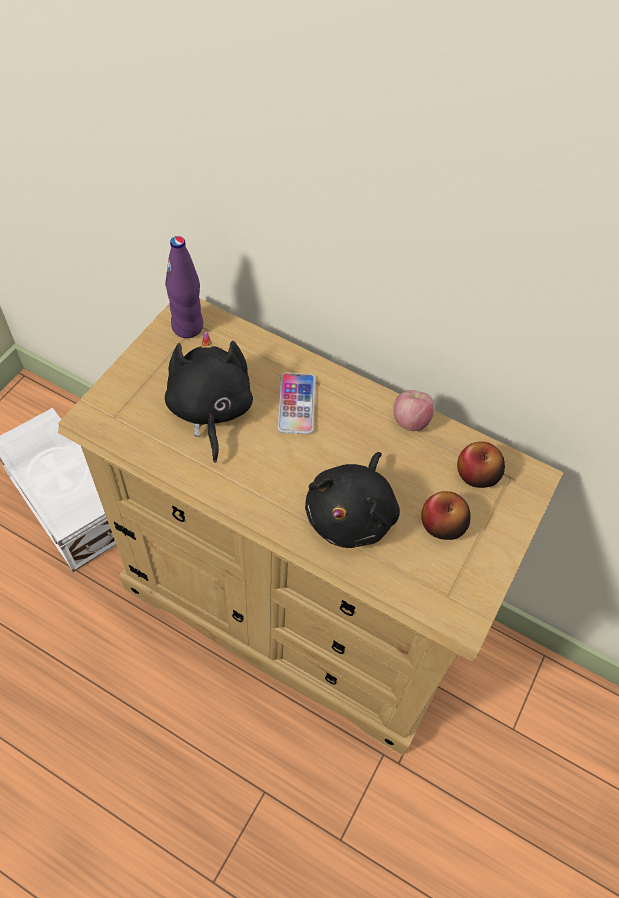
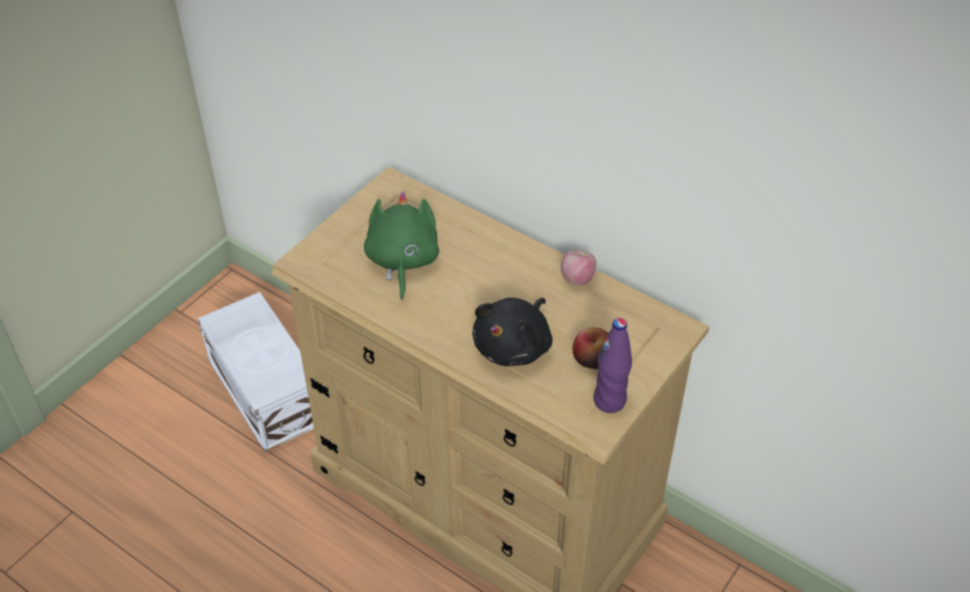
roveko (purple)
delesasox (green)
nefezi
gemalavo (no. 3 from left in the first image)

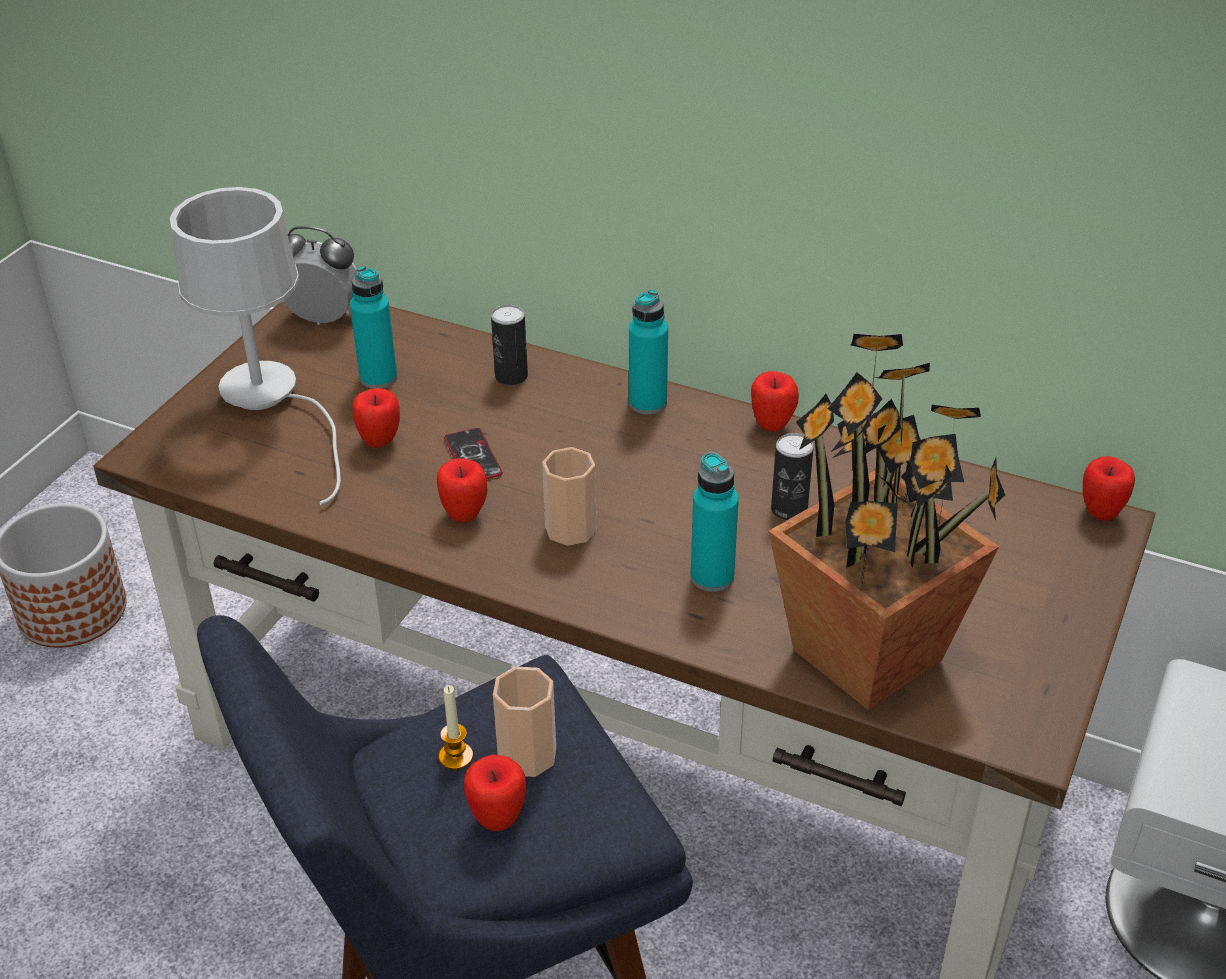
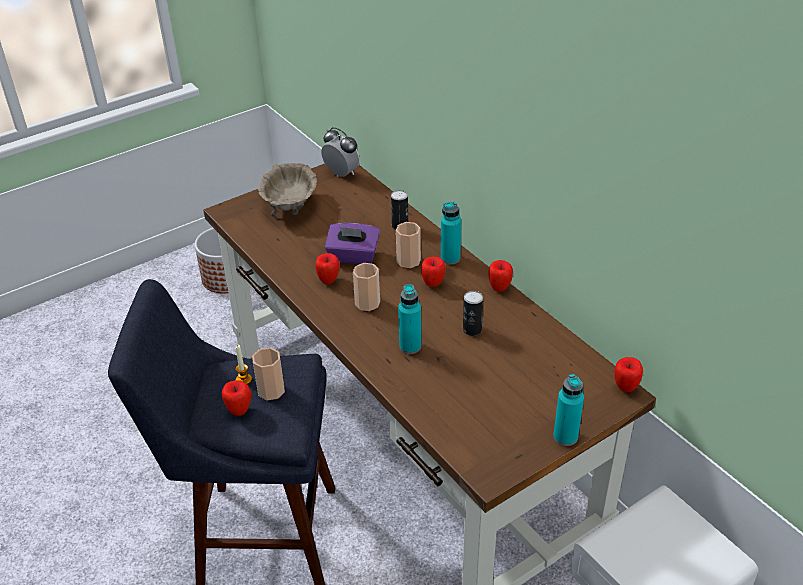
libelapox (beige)
roveko (turquoise) (no. 3 from left)
gemalavo (no. 3 from left)
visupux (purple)
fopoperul
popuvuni (no. 3 from left)

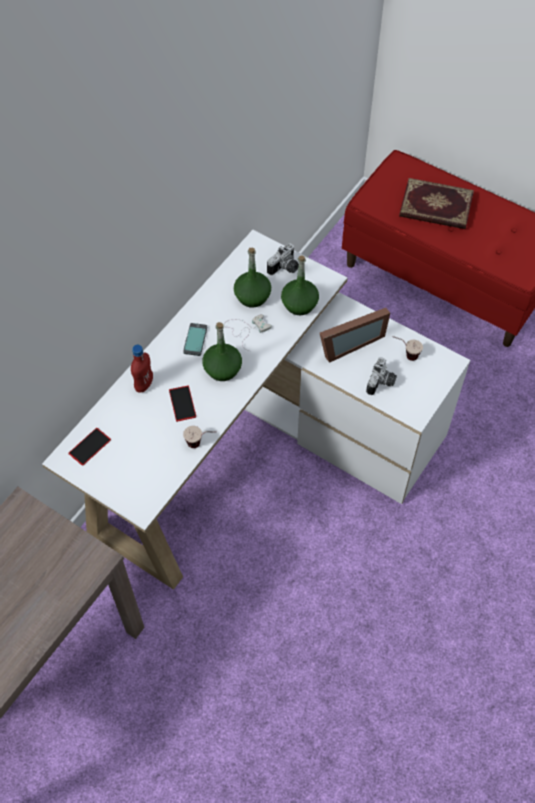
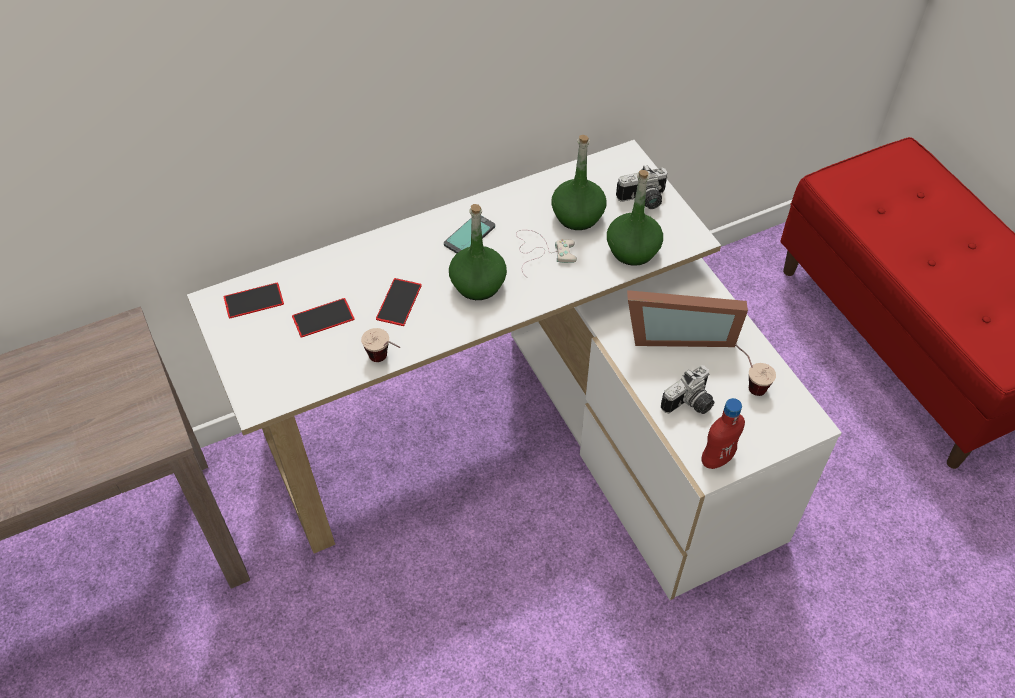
roveko (red)
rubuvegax
nefezi (no. 2 from left)

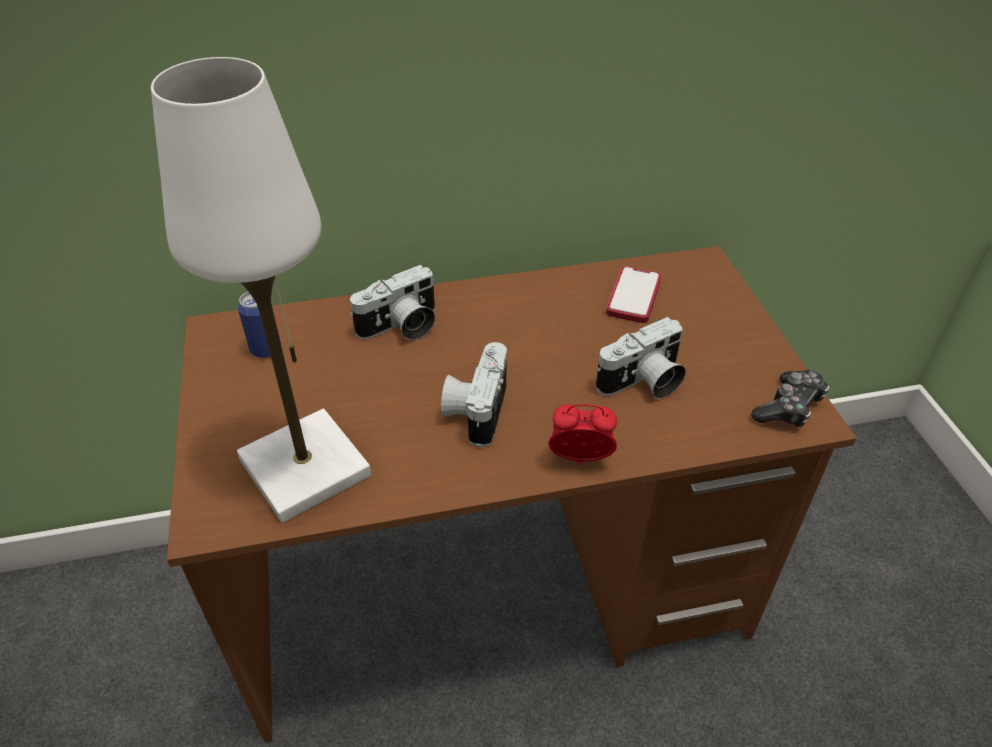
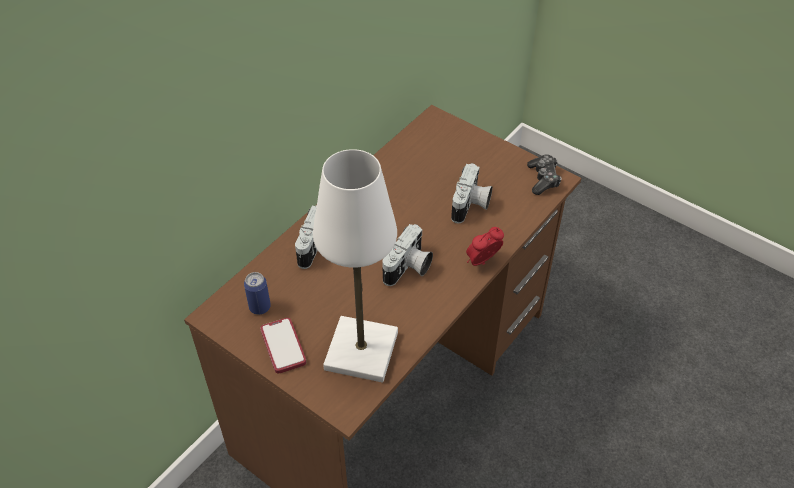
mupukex (no. 2 from left)
nefezi

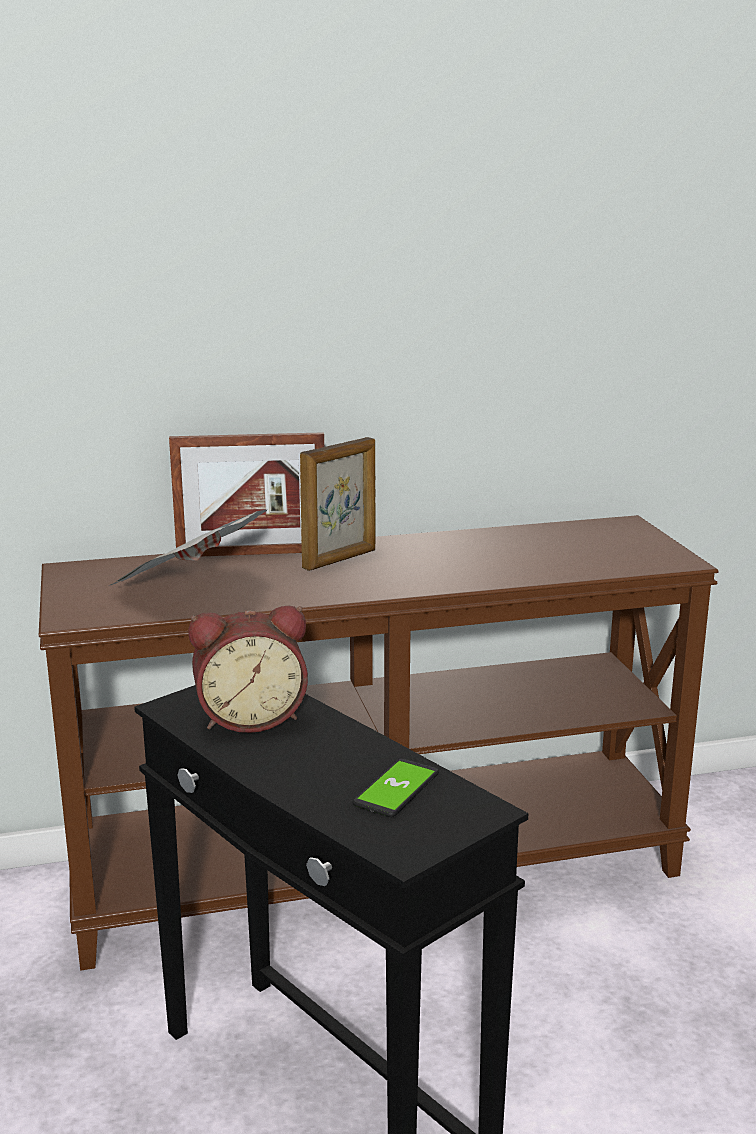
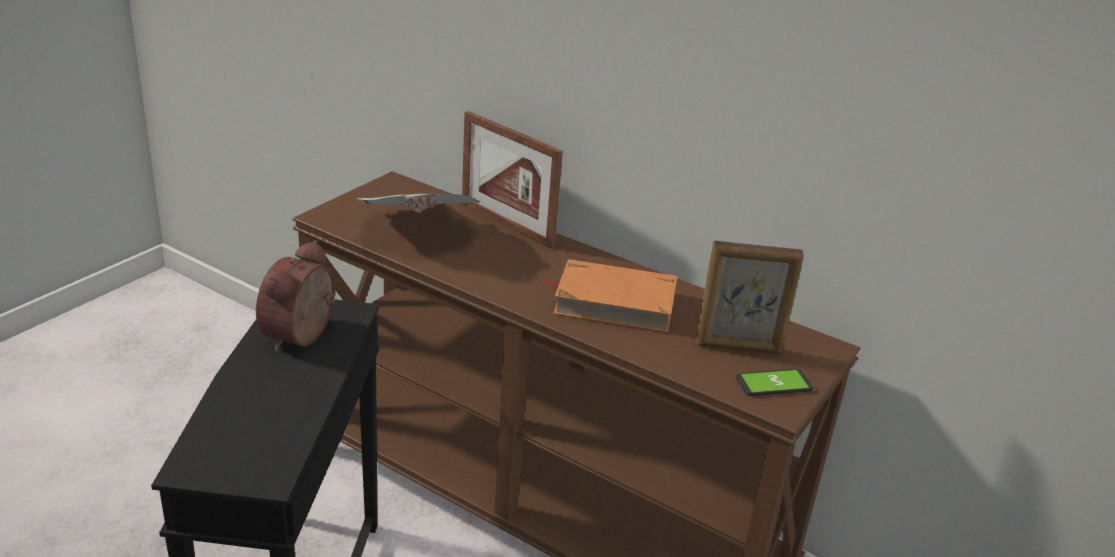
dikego
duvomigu (no. 2 from left)
nefezi
rubuvegax (orange)

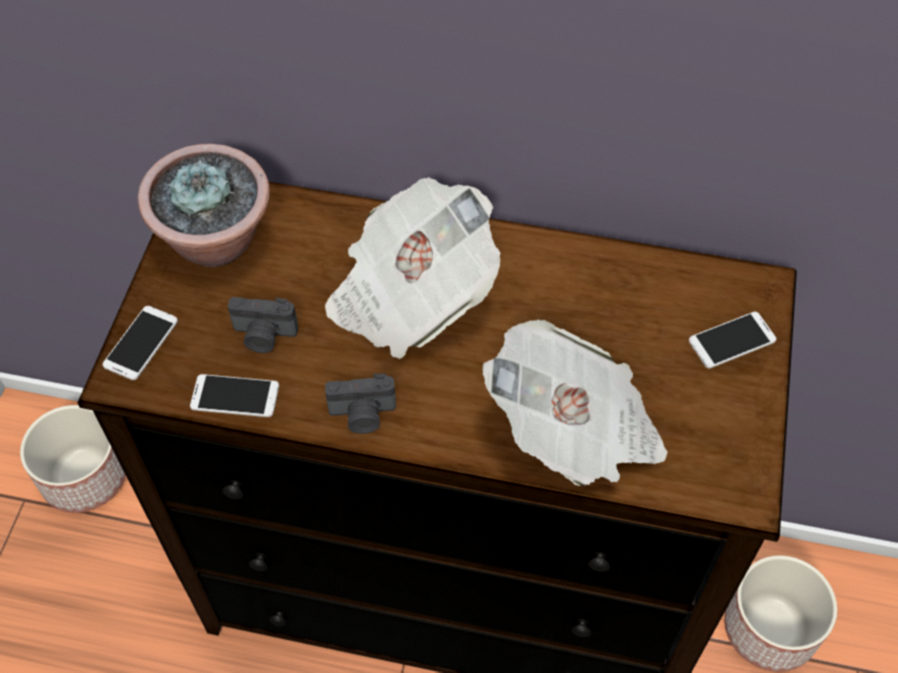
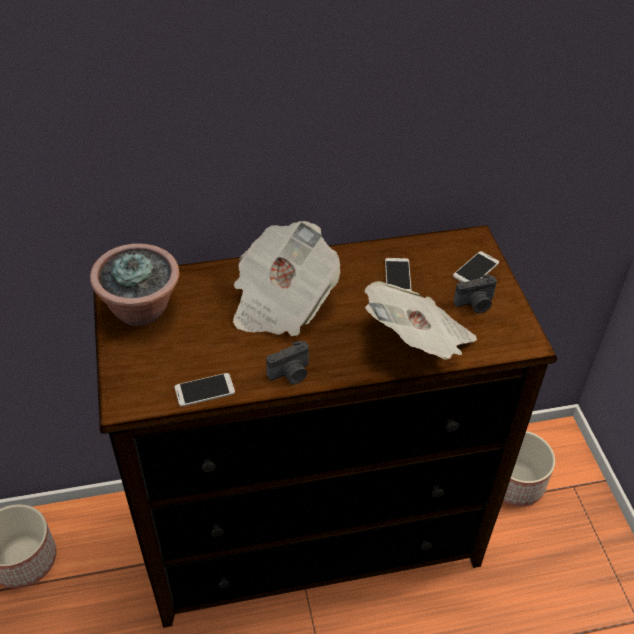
nefezi (no. 2 from left)
mupukex (no. 2 from left)

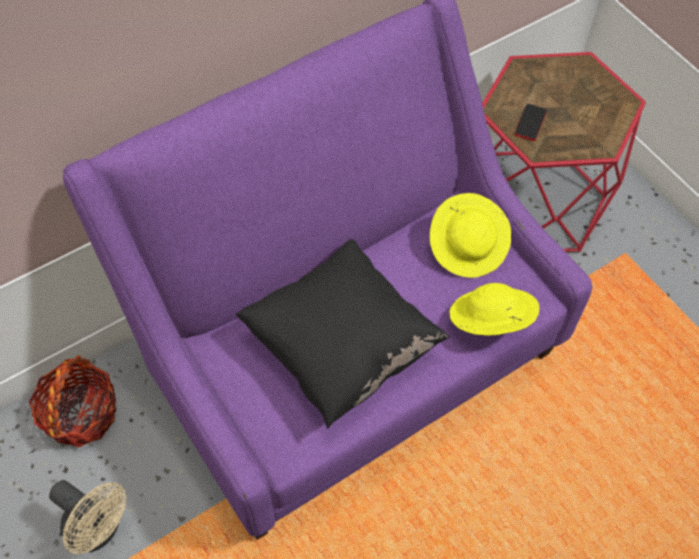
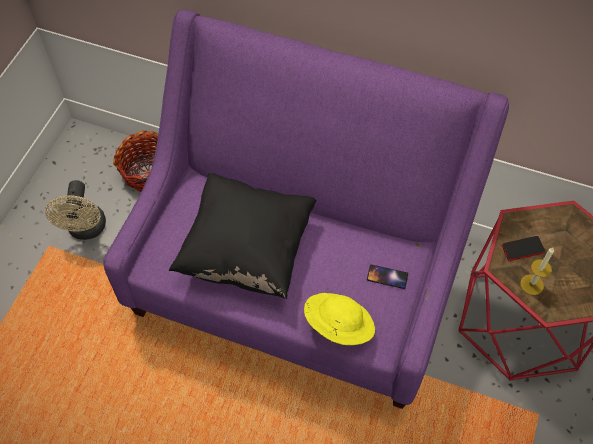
nefezi (no. 1 from left)
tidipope

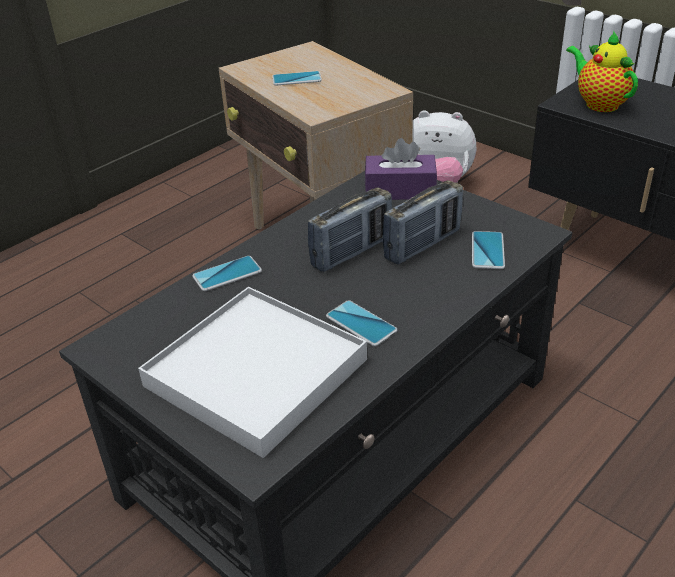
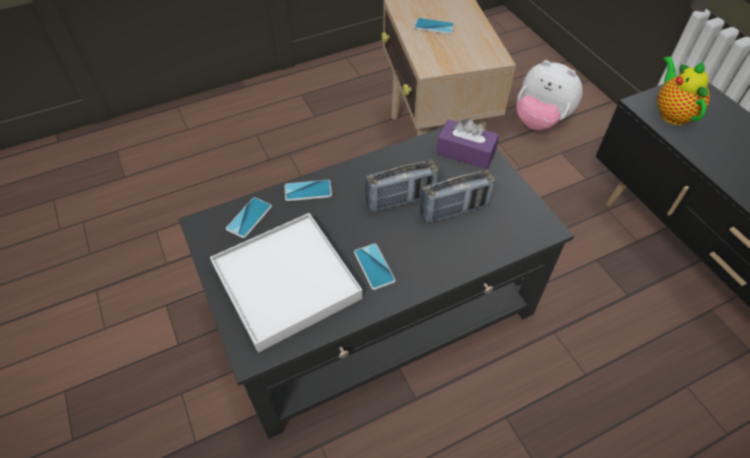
nefezi (no. 1 from left)

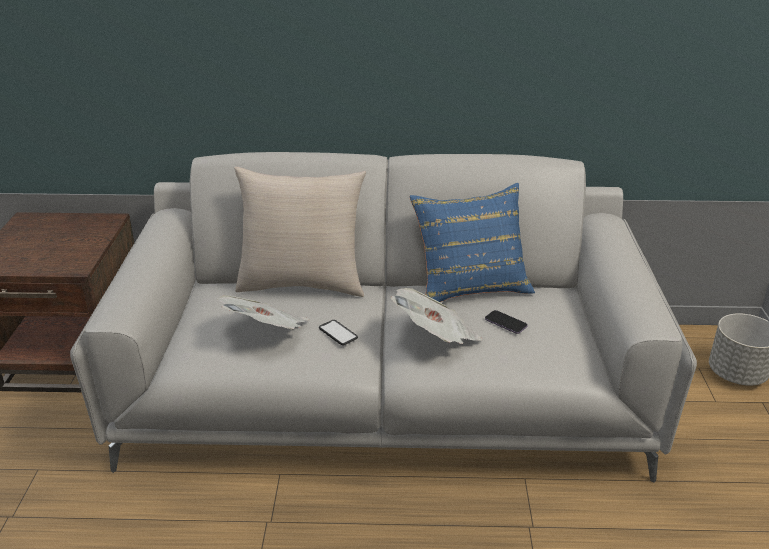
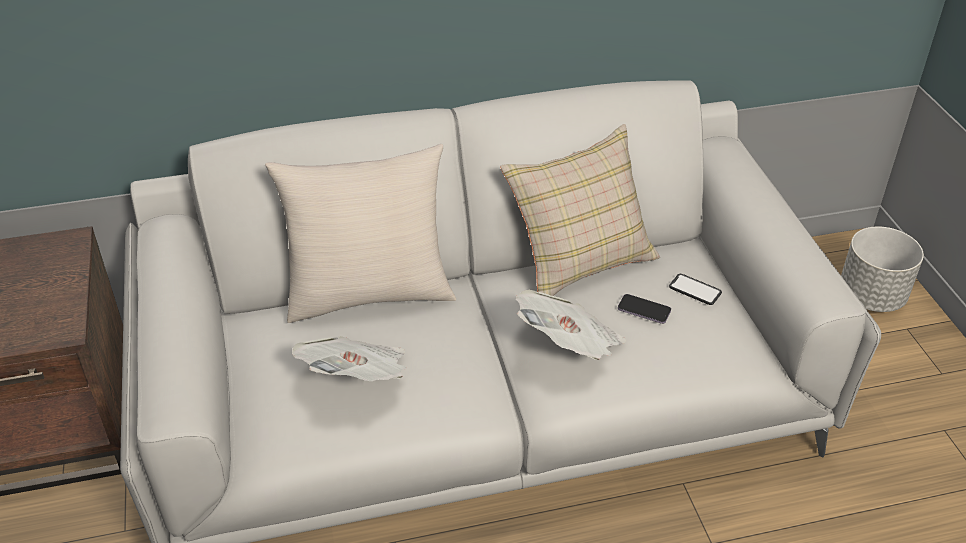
nefezi (no. 2 from left)
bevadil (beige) (no. 2 from left)

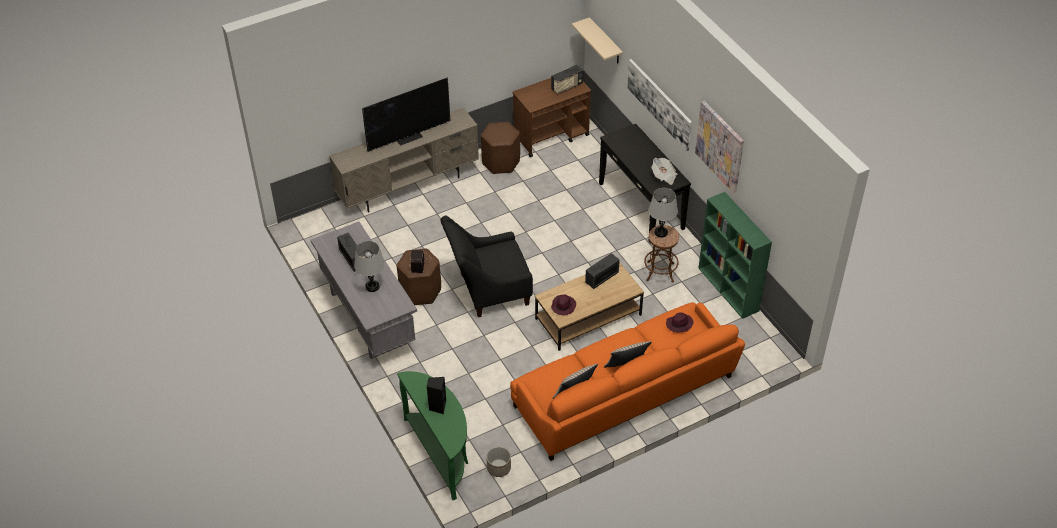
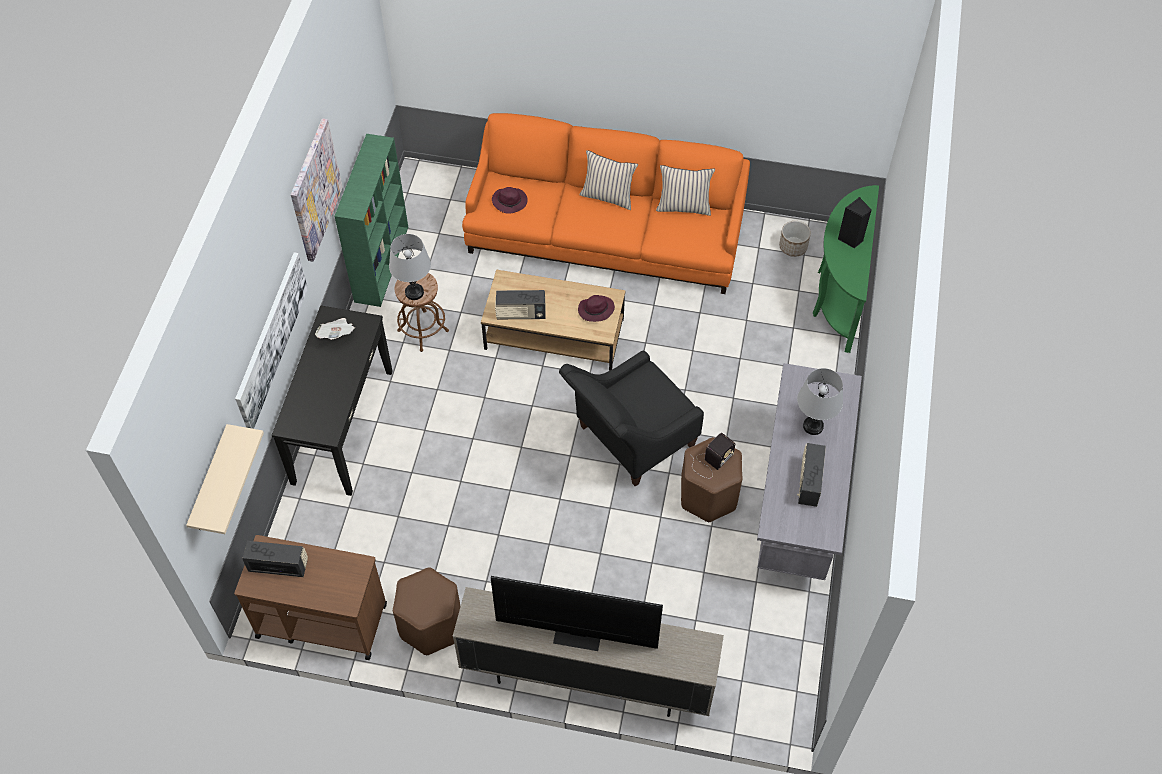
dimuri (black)

